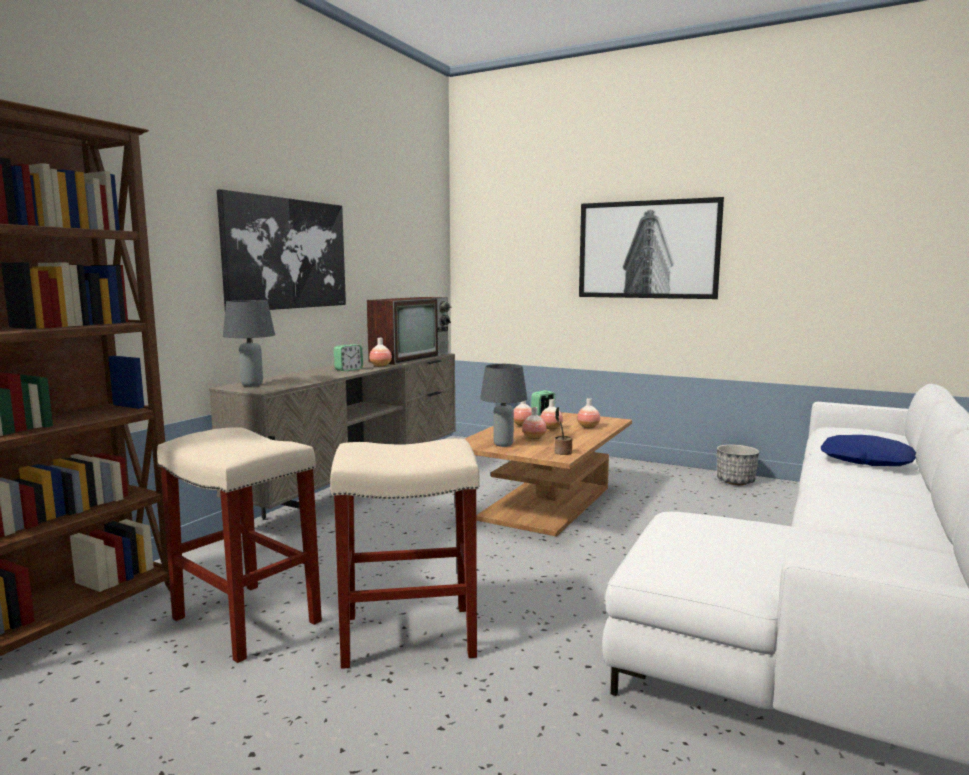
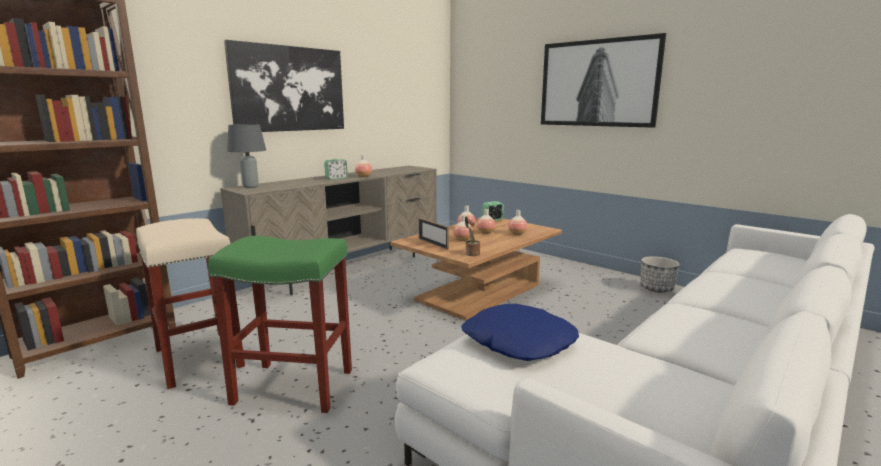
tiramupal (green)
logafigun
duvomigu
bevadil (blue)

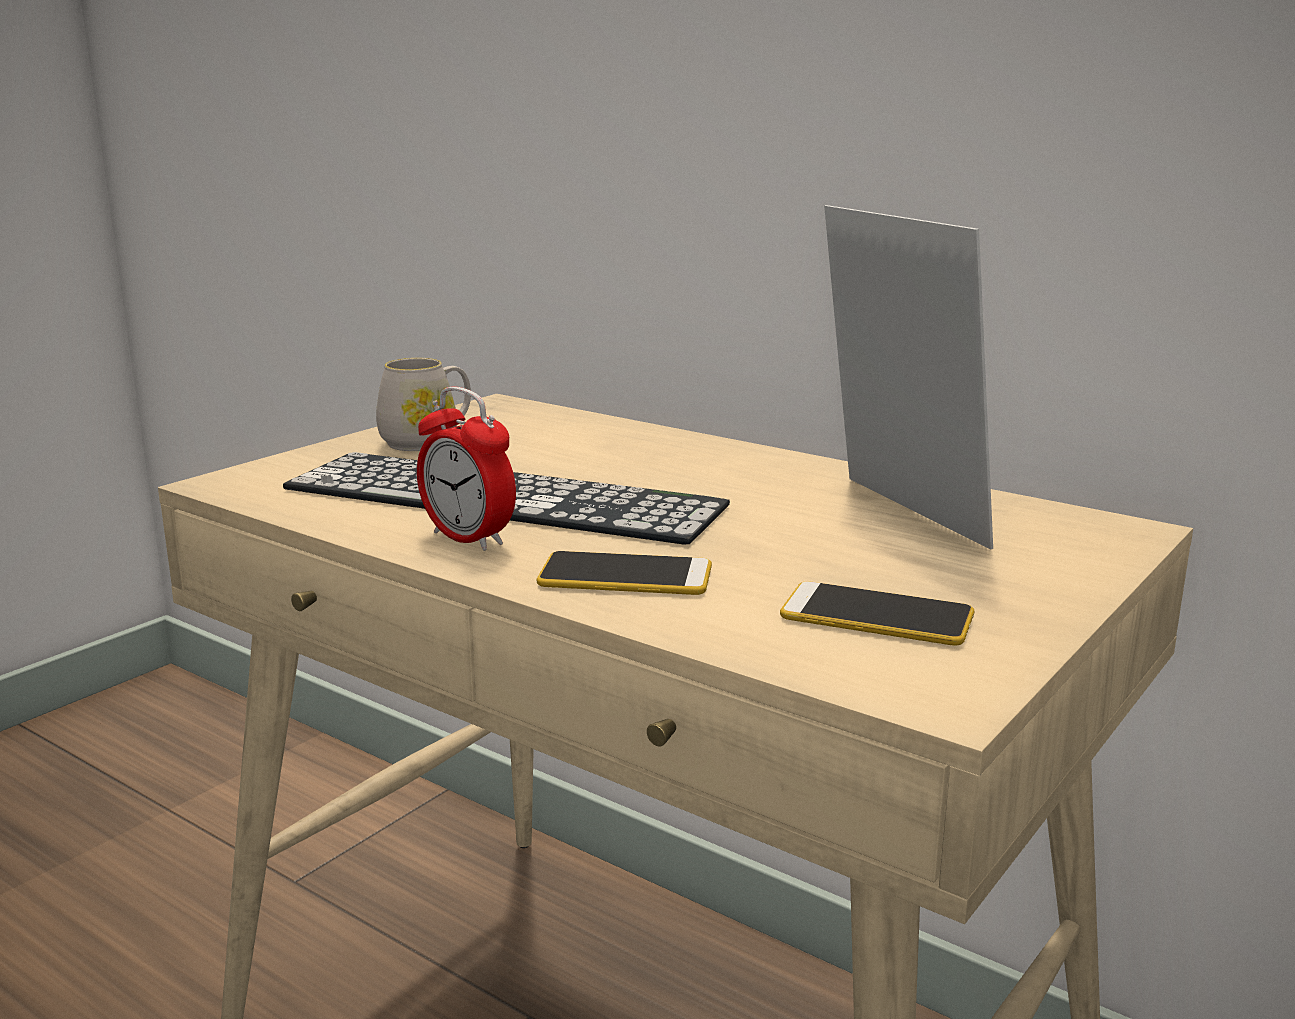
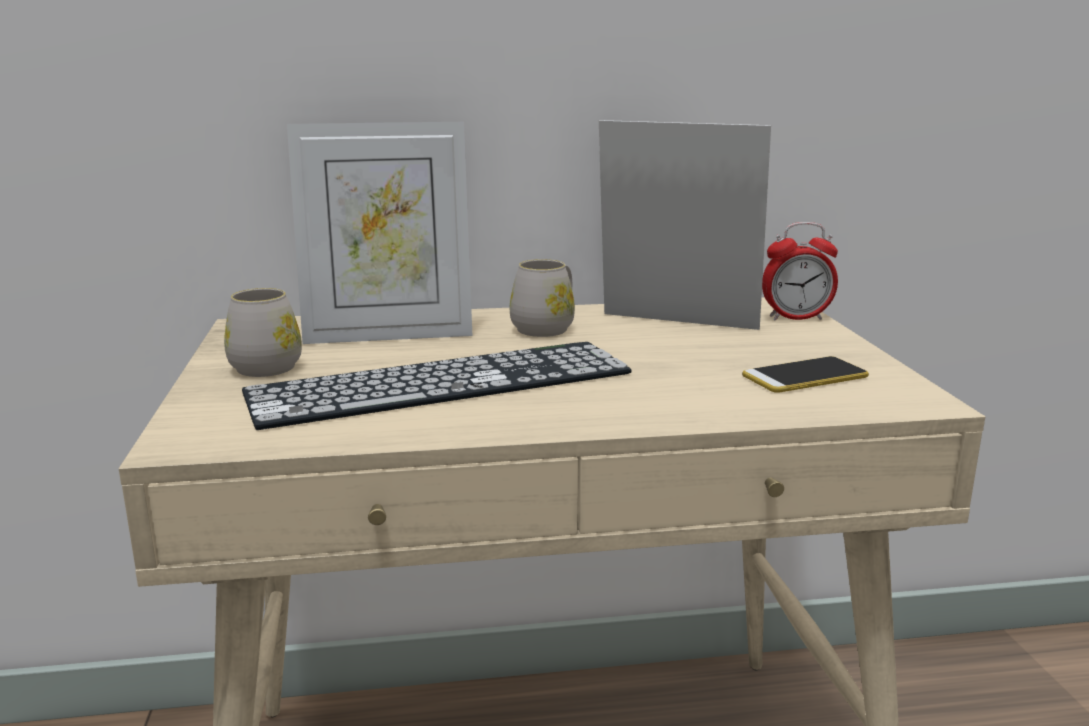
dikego
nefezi (no. 1 from left in the first image)
duvomigu (no. 1 from left)
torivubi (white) (no. 2 from left)

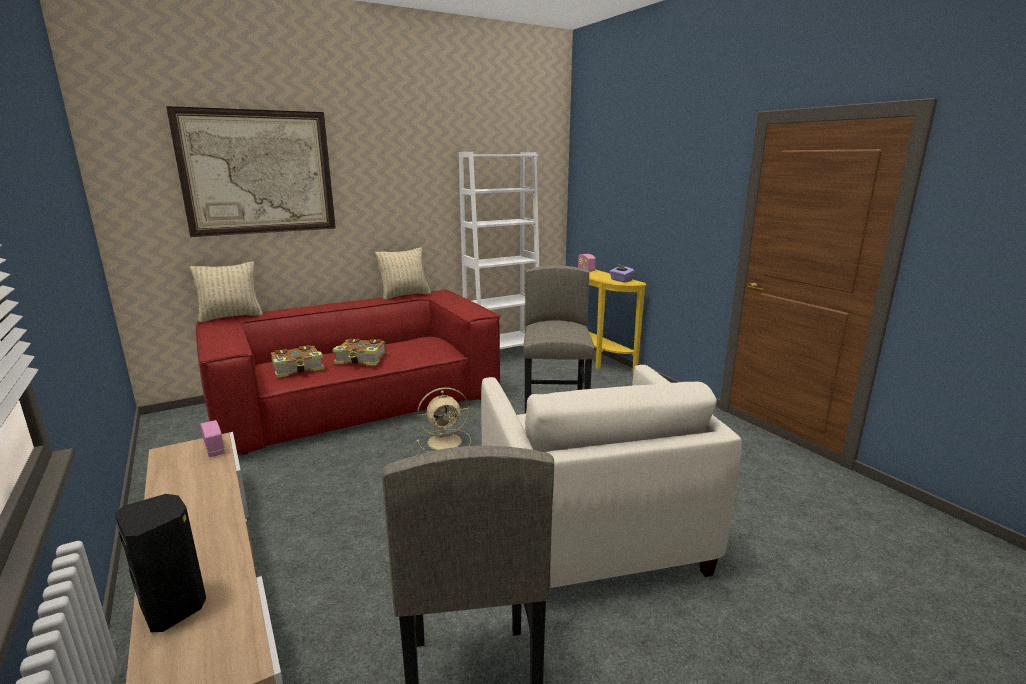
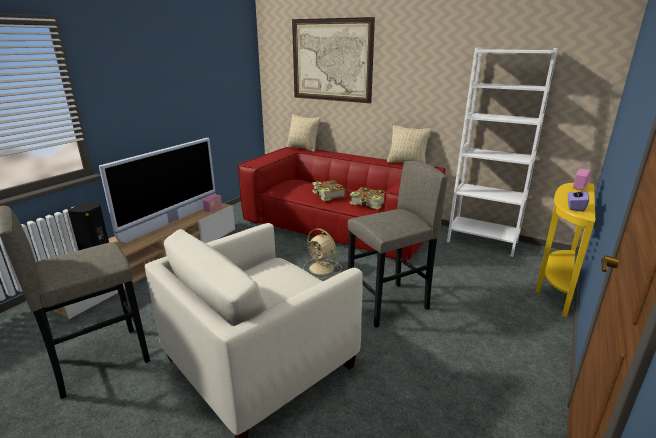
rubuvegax (no. 2 from left)
logafigun

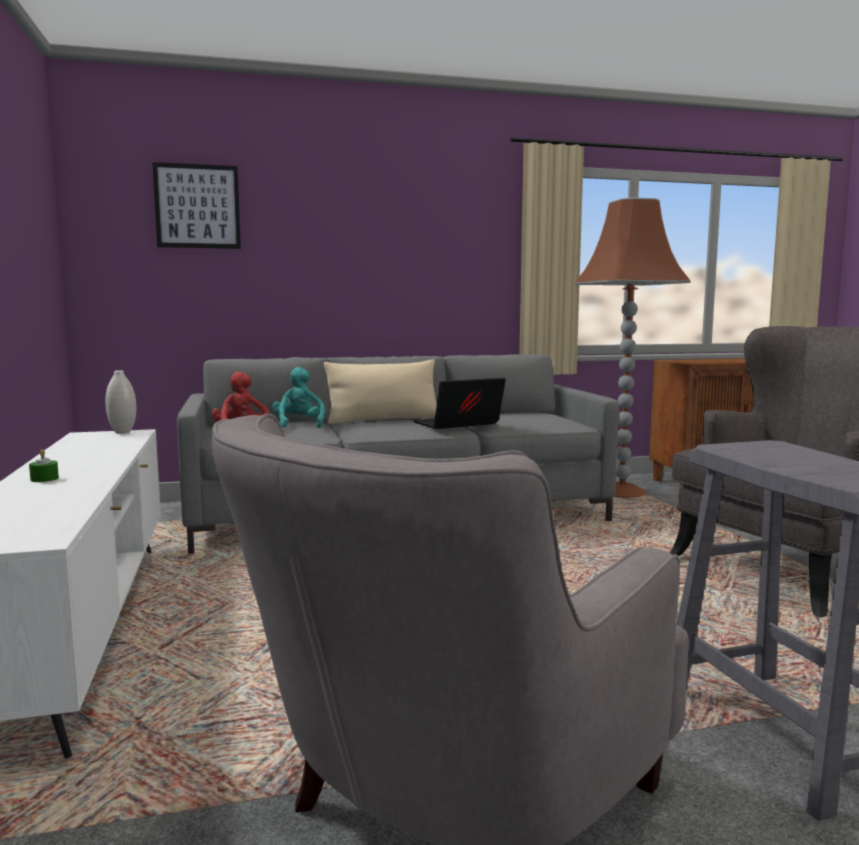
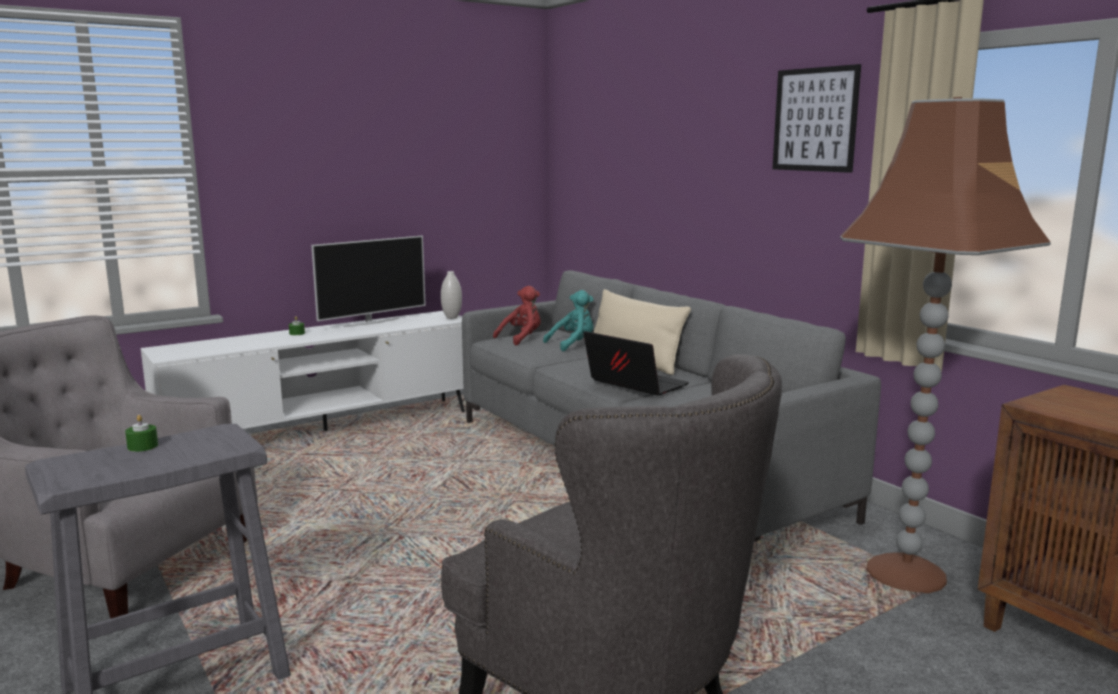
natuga
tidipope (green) (no. 1 from left)
logafigun

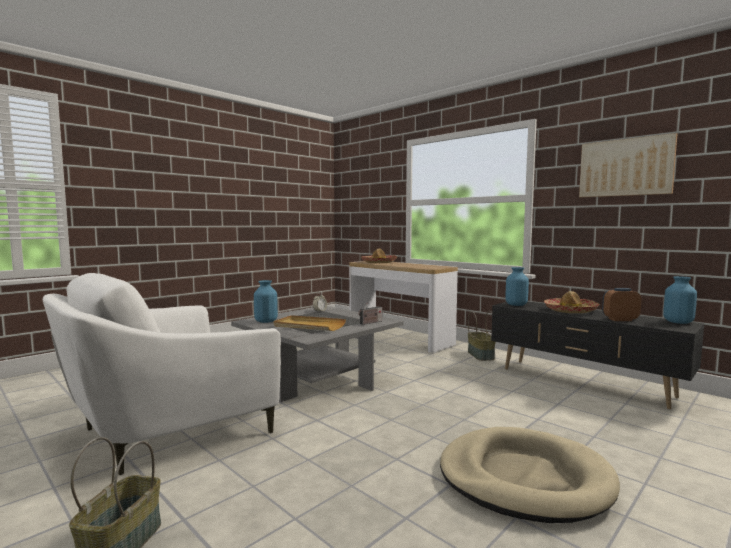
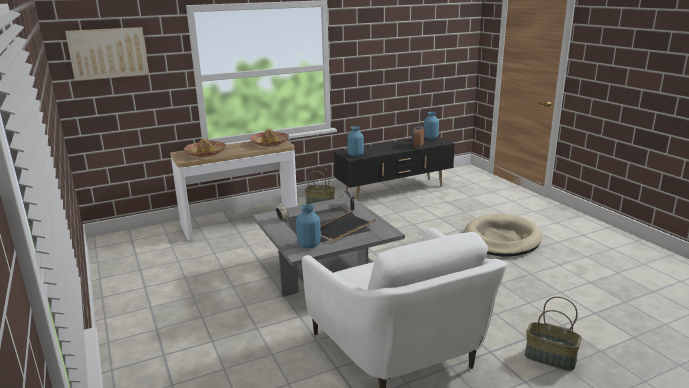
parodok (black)
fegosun (no. 2 from left)
natuga

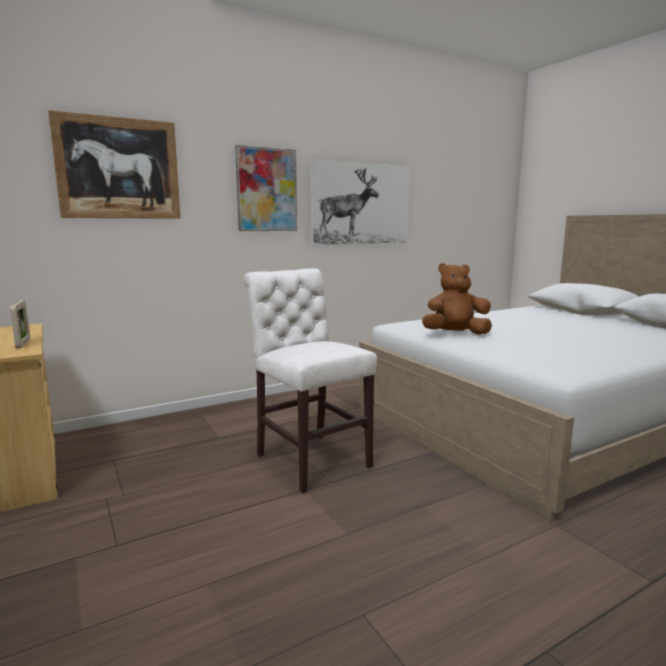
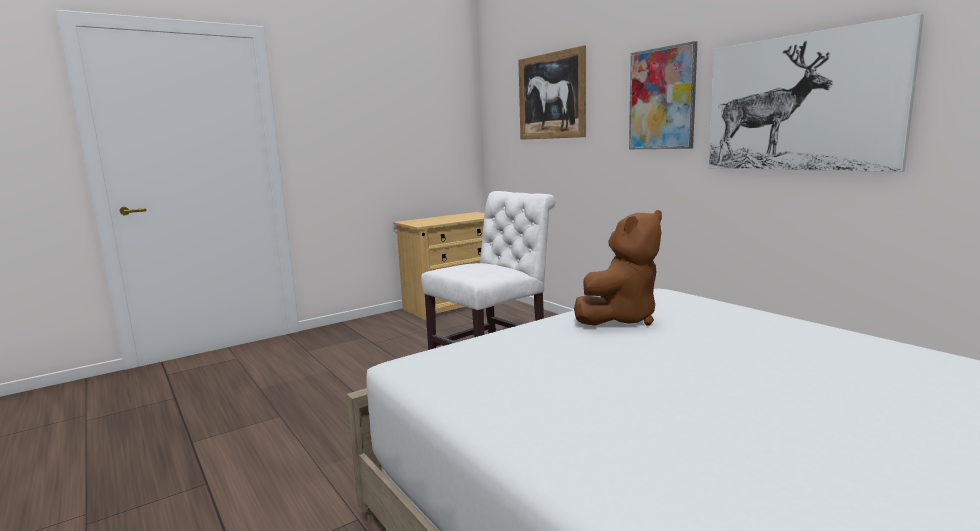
duvomigu
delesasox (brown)

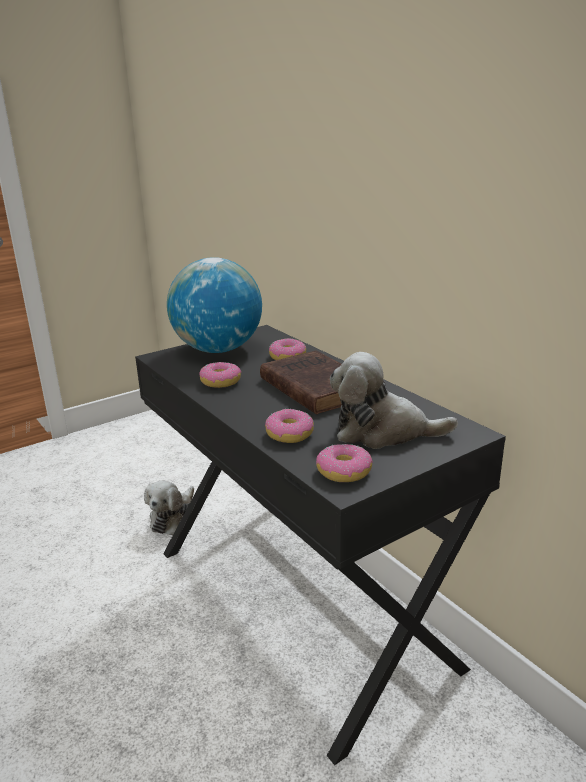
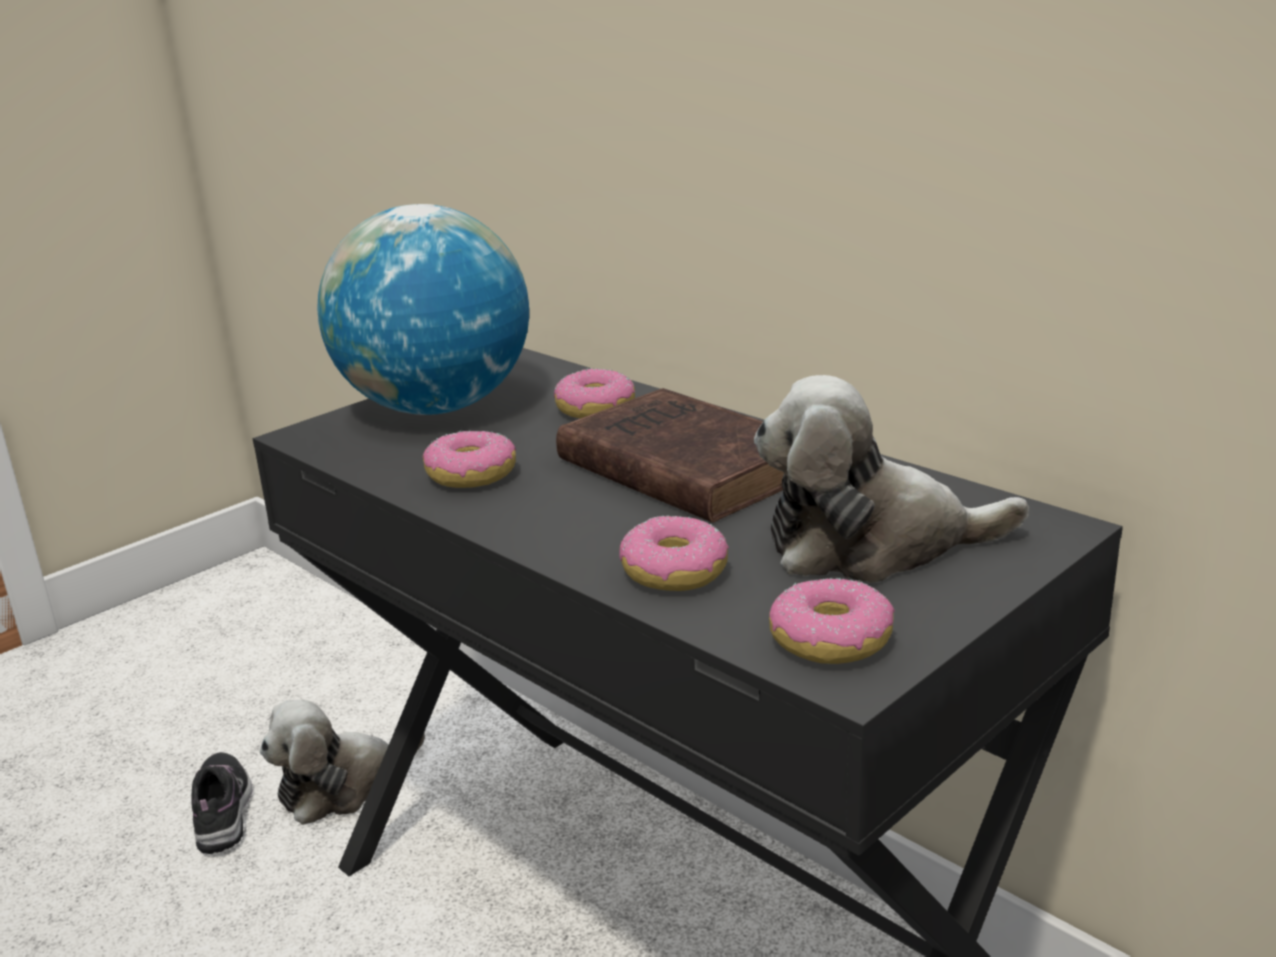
delesasox (no. 1 from left)
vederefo

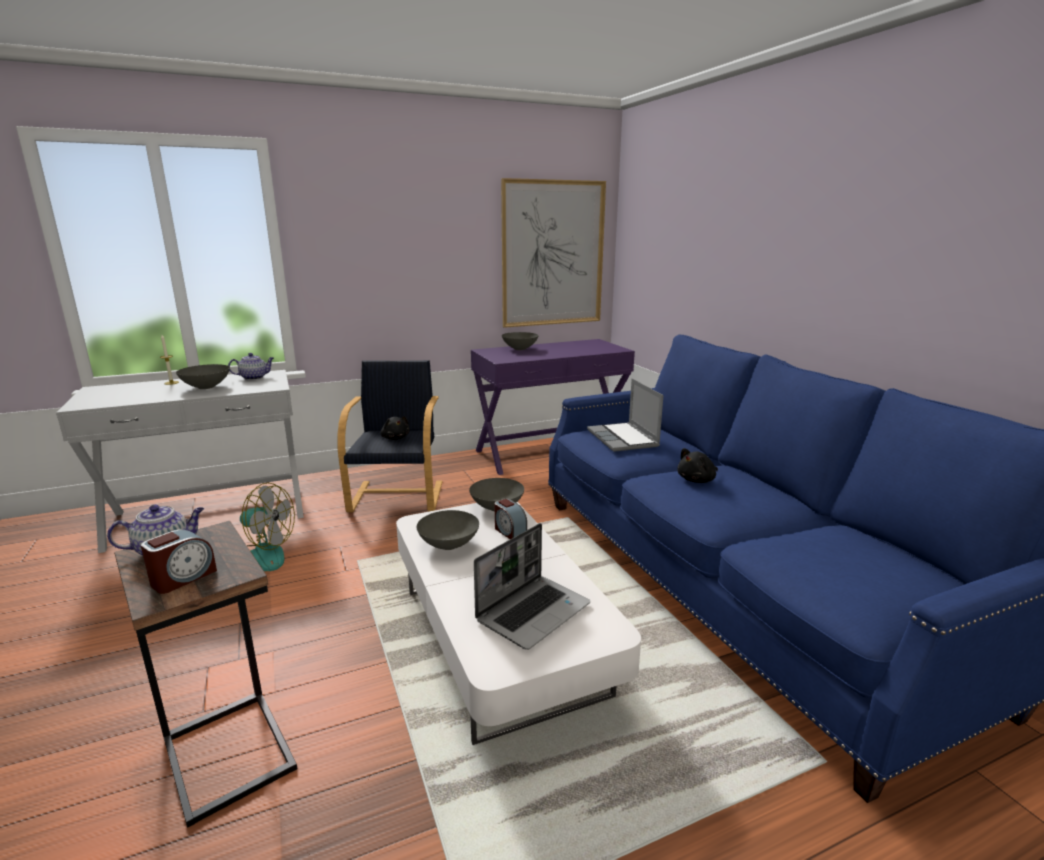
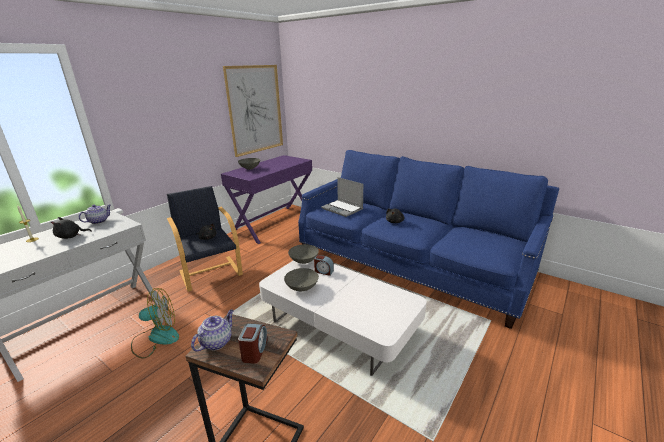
delesasox (black) (no. 1 from left)
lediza (no. 1 from left in the first image)

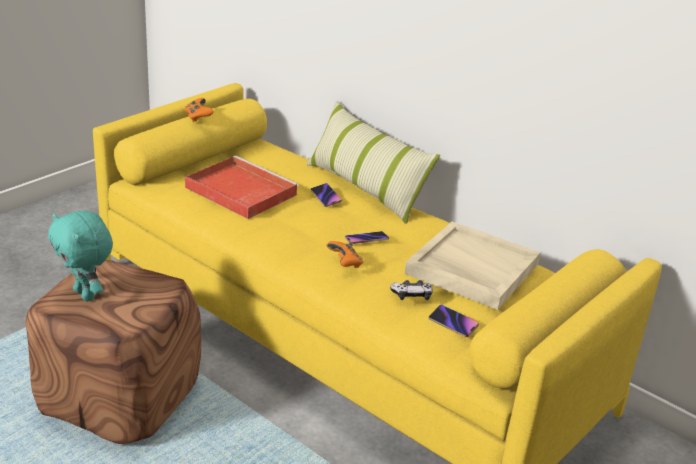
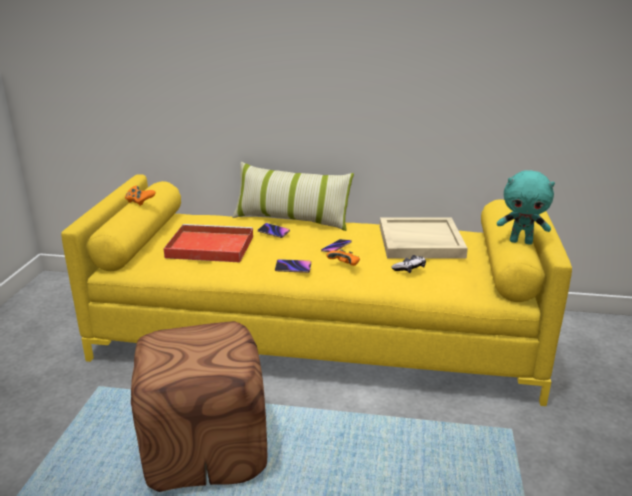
delesasox (turquoise)
nefezi (no. 2 from left)

